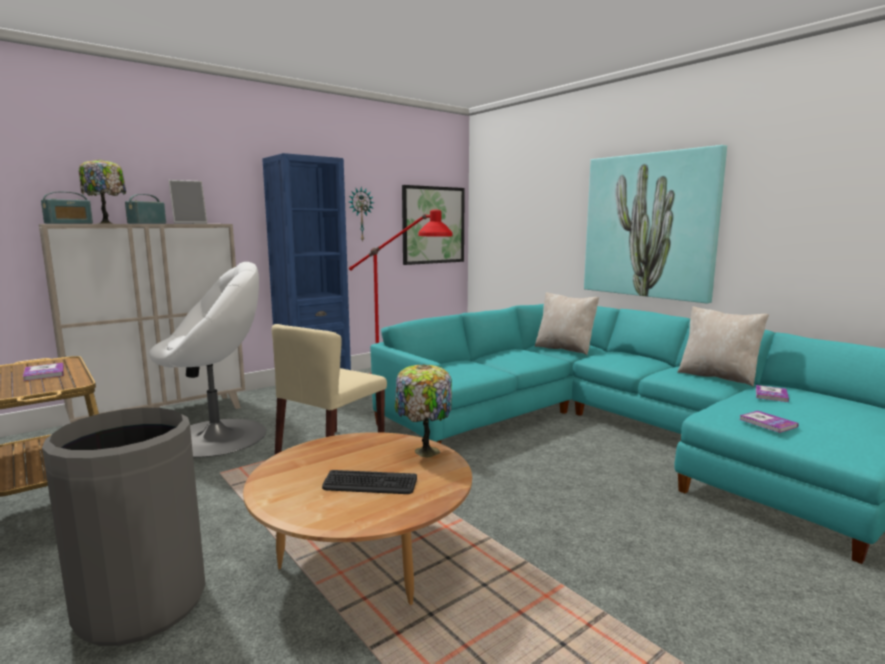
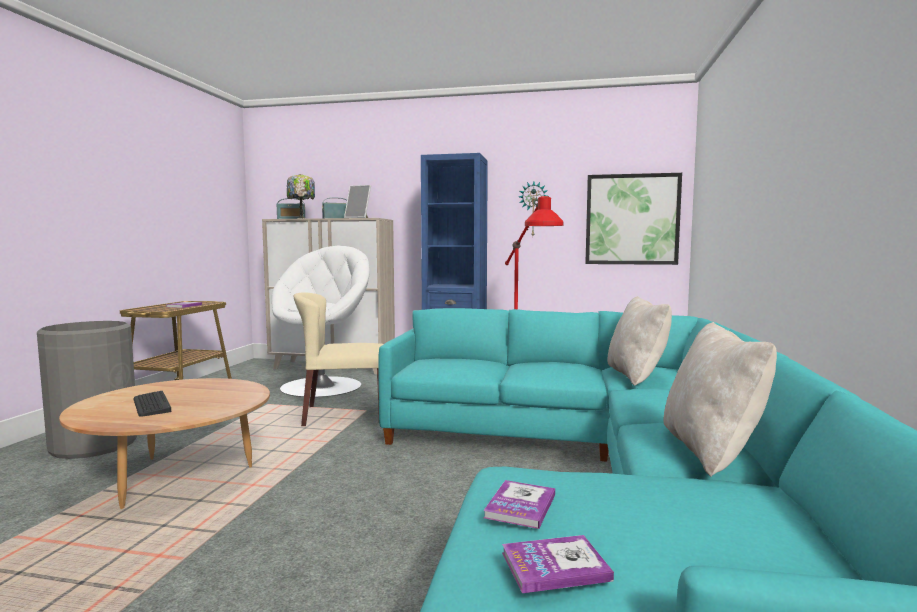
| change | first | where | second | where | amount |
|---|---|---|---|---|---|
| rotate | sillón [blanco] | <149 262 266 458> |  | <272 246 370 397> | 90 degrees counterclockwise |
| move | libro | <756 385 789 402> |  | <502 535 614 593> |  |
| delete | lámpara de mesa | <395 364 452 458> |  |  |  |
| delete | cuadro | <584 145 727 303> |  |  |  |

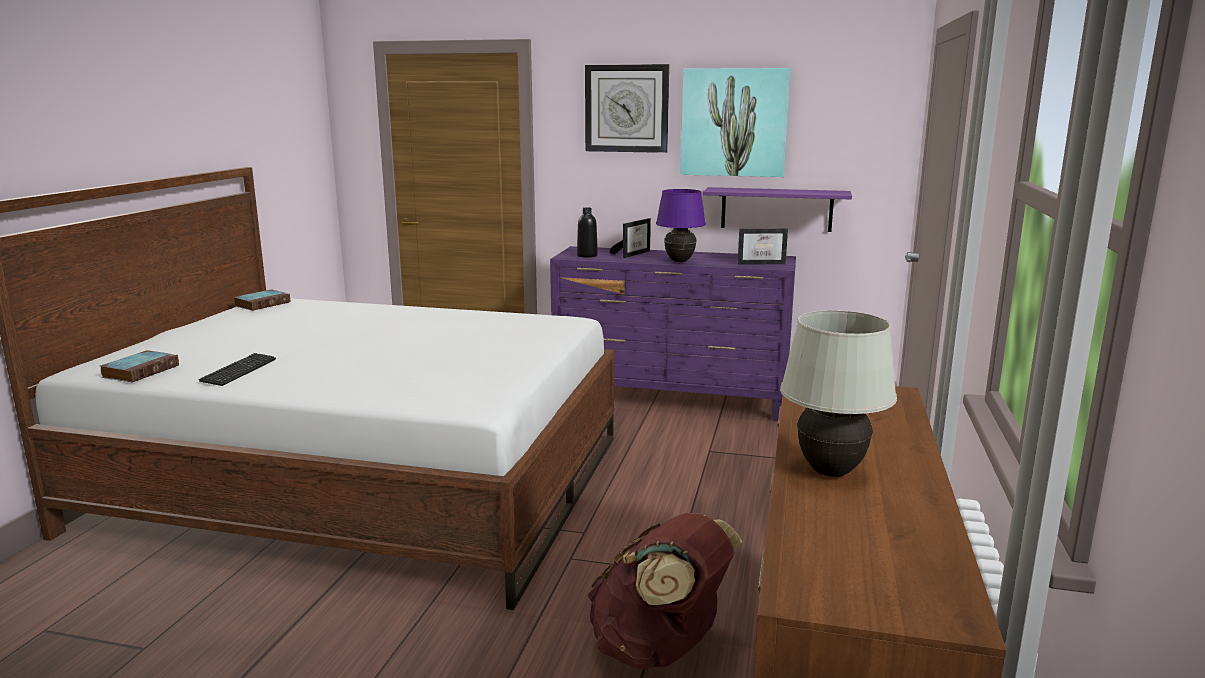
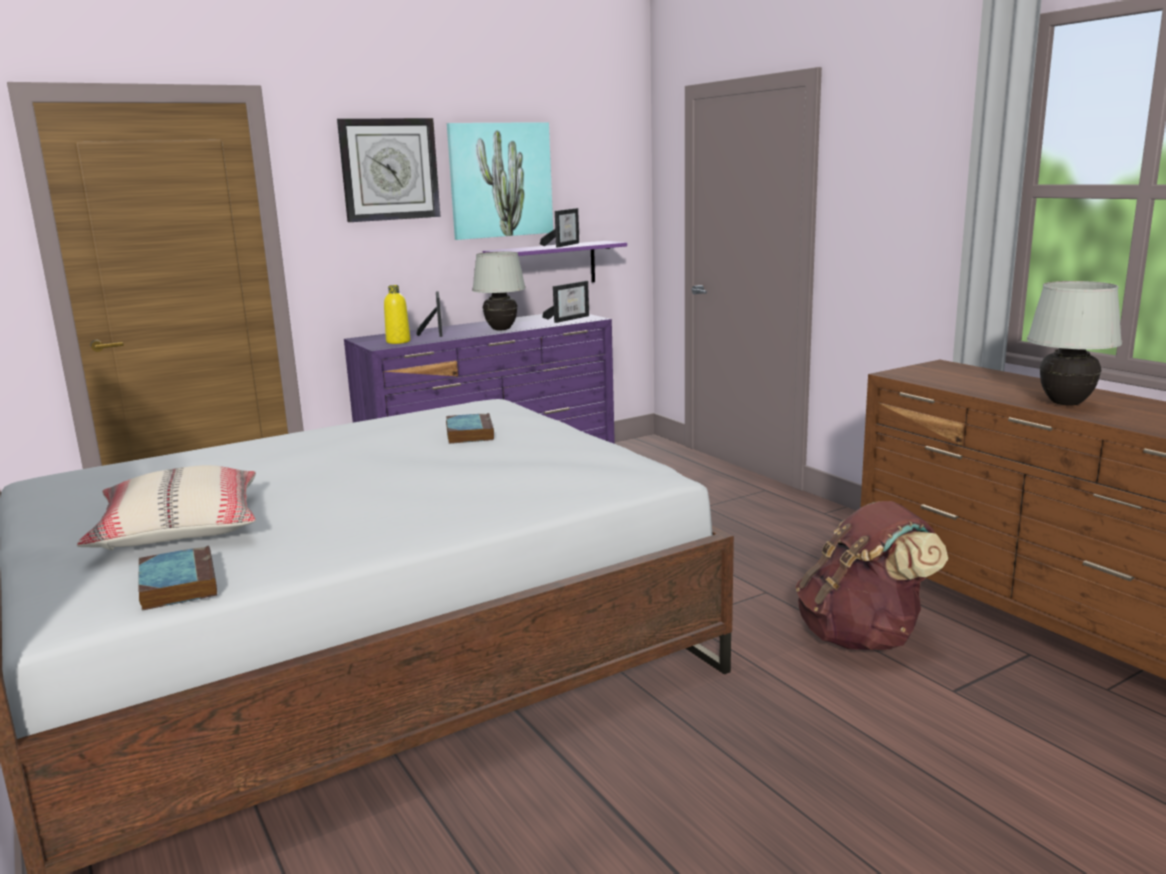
| change | first | where | second | where | amount |
|---|---|---|---|---|---|
| insert |  |  | cojín [beis] | <77 465 256 551> |  |
| recolor | botella [negro] | <577 207 598 258> | botella [amarillo] | <384 285 410 344> |  |
| move | libro | <233 289 290 311> |  | <446 413 494 444> |  |
| recolor | lámpara de mesa [morado] | <656 189 706 262> | lámpara de mesa [blanco] | <472 252 526 330> |  |
| insert |  |  | portarretratos | <540 208 579 247> |  |
| delete | teclado | <199 353 276 386> |  |  |  |

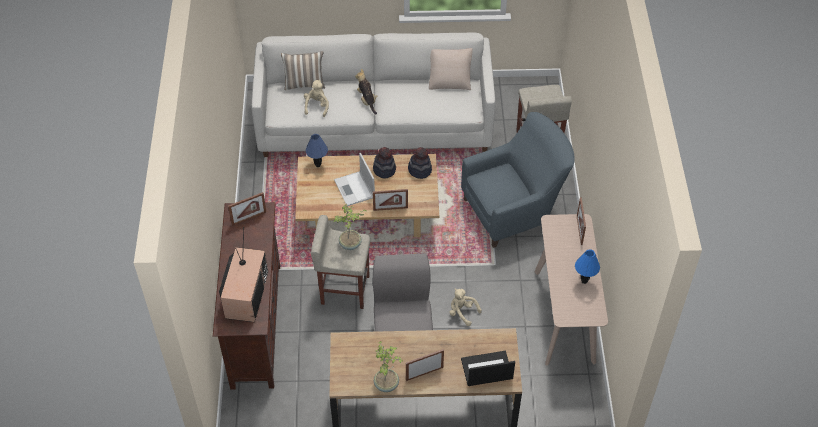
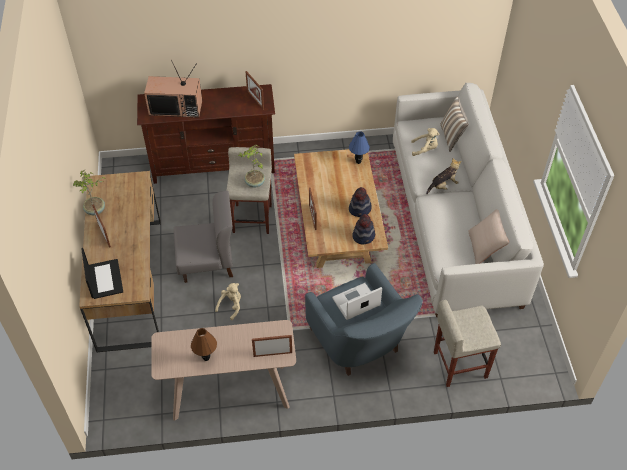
| change | first | where | second | where | amount |
|---|---|---|---|---|---|
| recolor | lámpara de mesa [azul] | <575 249 600 284> | lámpara de mesa [marrón] | <191 328 217 361> |  |
| move | portátil | <334 153 375 206> |  | <332 283 382 320> |  |

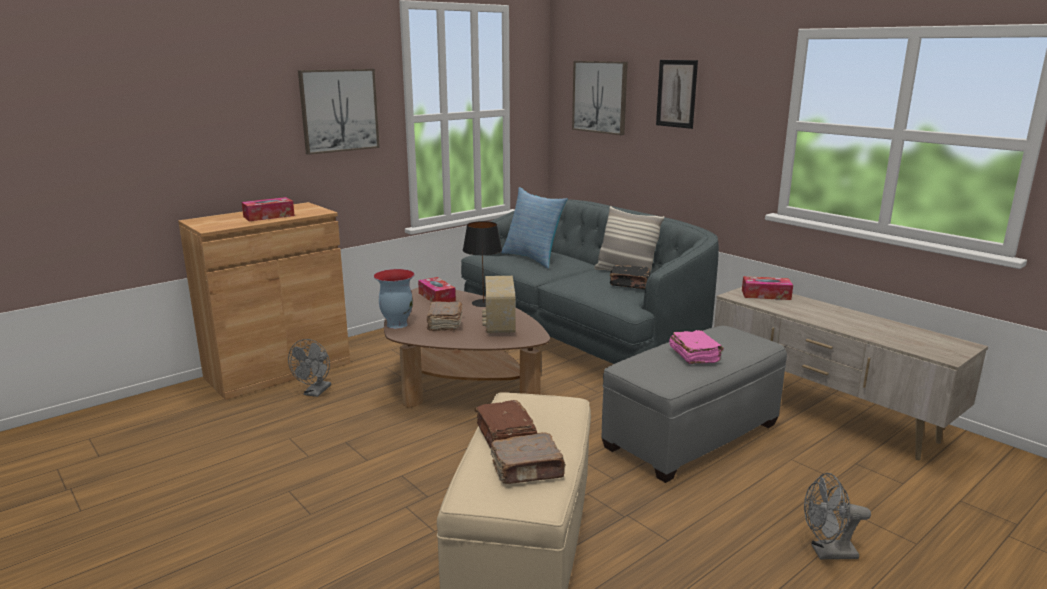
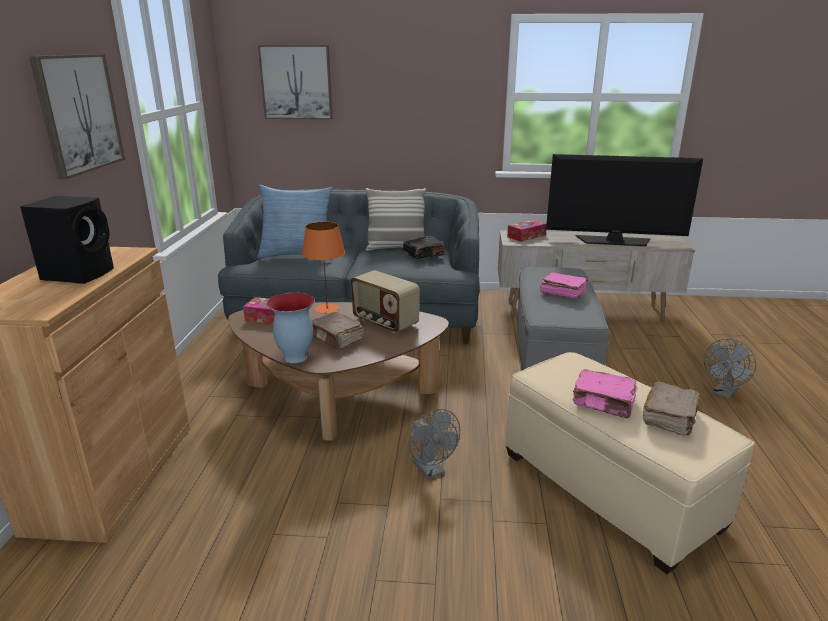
| change | first | where | second | where | amount |
|---|---|---|---|---|---|
| replace | caja de pañuelos | <242 197 295 221> | altavoz [negro] | <20 196 114 284> |  |
| recolor | lámpara de mesa [negro] | <463 221 502 307> | lámpara de mesa [naranja] | <302 221 345 314> |  |
| move | ventilador [gris] | <288 339 331 397> |  | <409 409 460 479> |  |
| insert |  |  | televisor | <546 154 703 246> |  |
| recolor | libro [marrón] | <475 400 537 448> | libro [rosa] | <572 369 637 418> |  |
| delete | cuadro | <656 60 698 129> |  |  |  |

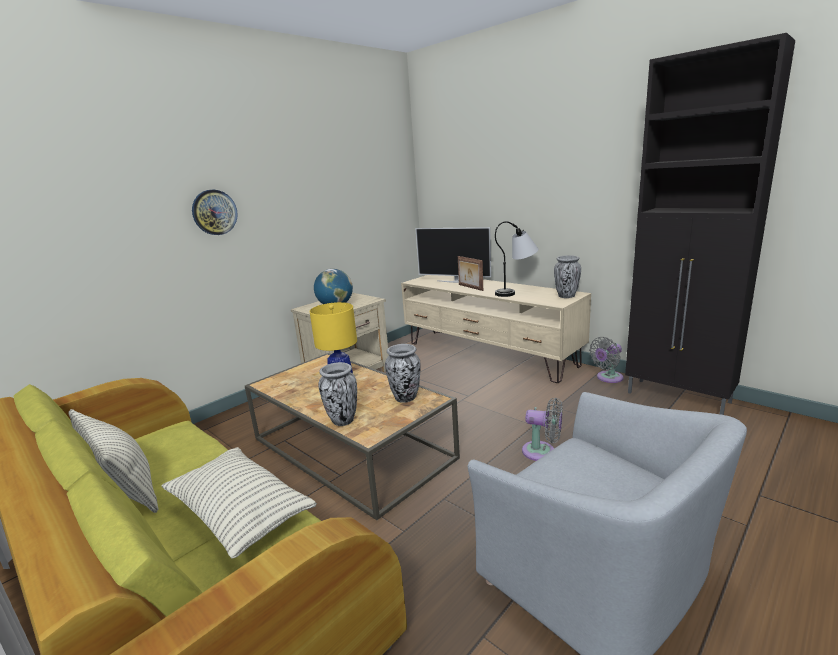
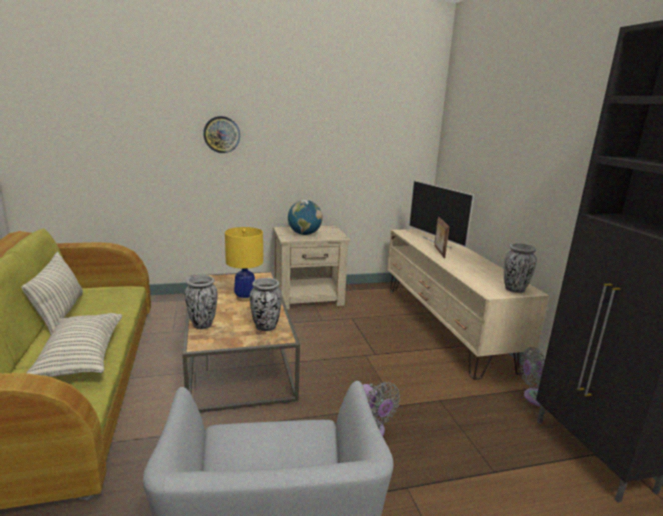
| change | first | where | second | where | amount |
|---|---|---|---|---|---|
| delete | lámpara de mesa | <495 221 539 297> |  |  |  |

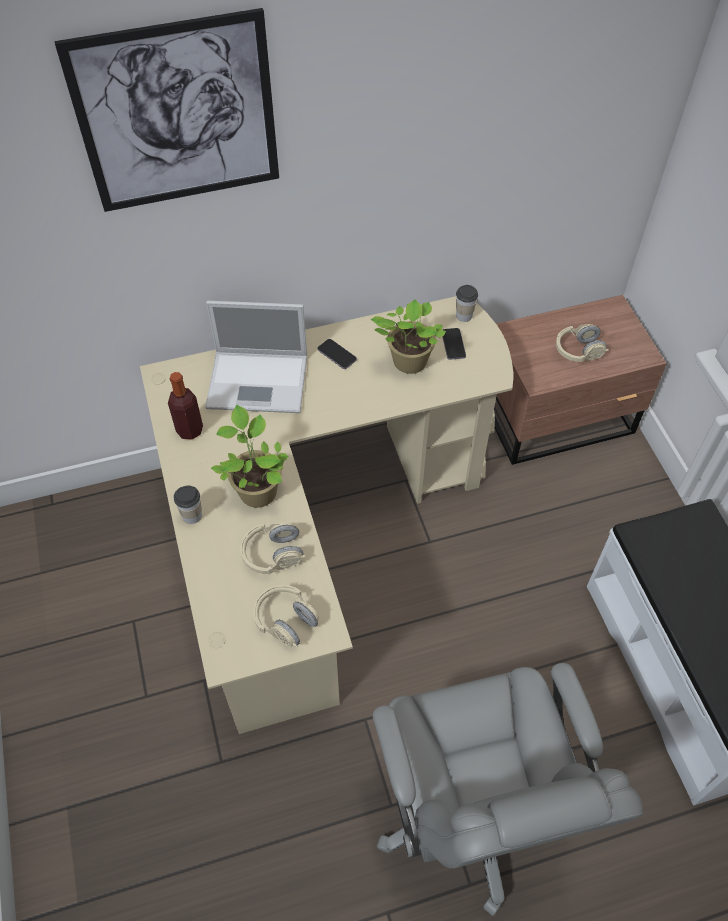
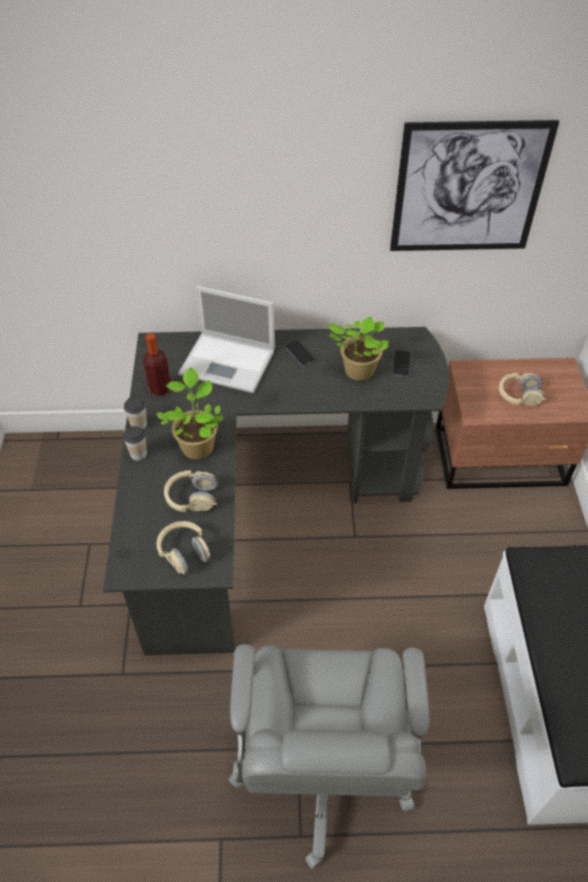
| change | first | where | second | where | amount |
|---|---|---|---|---|---|
| recolor | escritorio [beis] | <140 296 513 734> | escritorio [negro] | <103 327 449 655> |  |
| move | taza | <456 285 478 322> |  | <124 397 147 430> |  |
| move | cuadro | <55 8 279 212> |  | <390 120 559 251> |  |

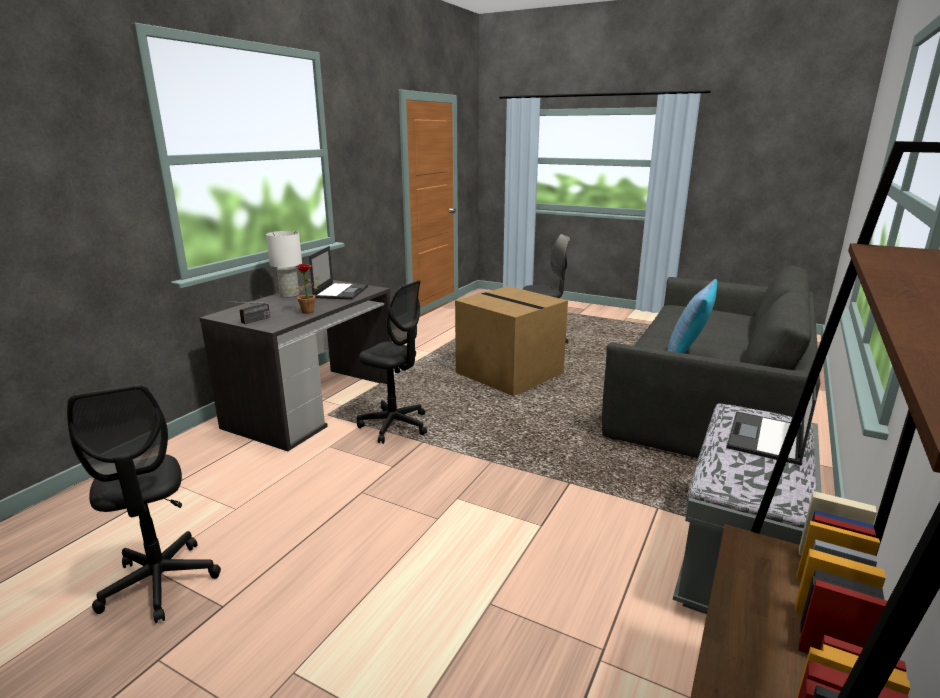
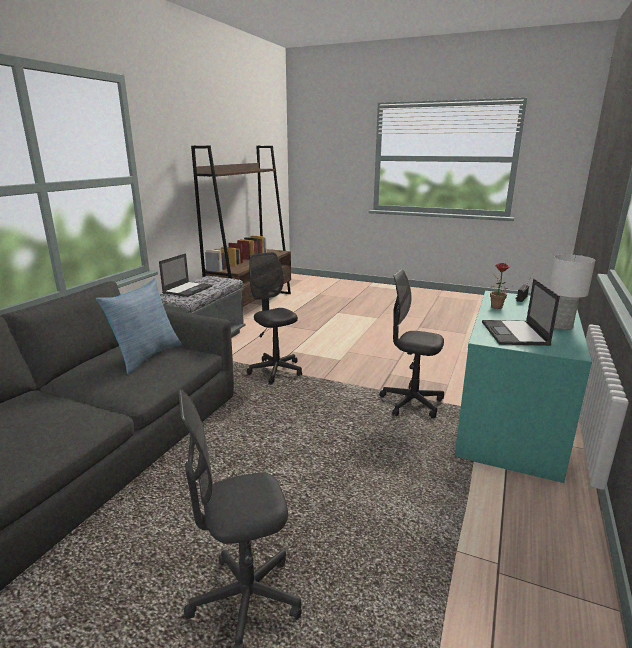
| change | first | where | second | where | amount |
|---|---|---|---|---|---|
| move | silla de oficina [negro] | <67 385 221 623> |  | <247 252 302 384> |  |
| recolor | escritorio [gris] | <199 280 394 451> | escritorio [turquesa] | <455 291 592 483> |  |
| delete | caja de cartón | <455 286 568 396> |  |  |  |

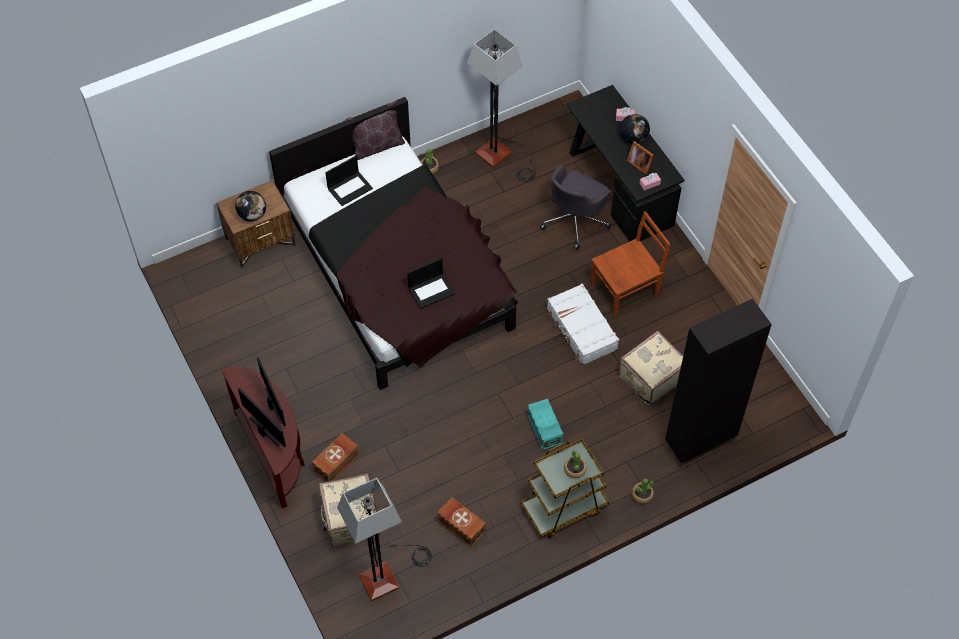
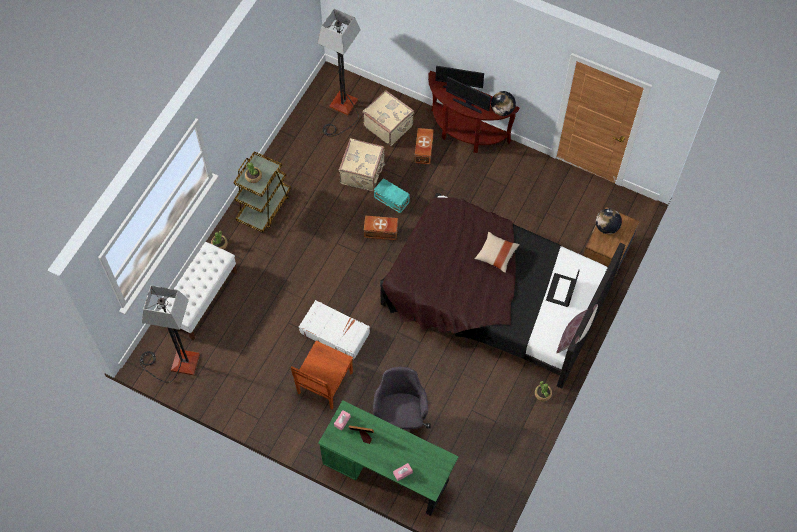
| change | first | where | second | where | amount |
|---|---|---|---|---|---|
| move | lámpara de pie | <467 29 536 182> |  | <140 285 200 383> |  |
| replace | armario [negro] | <665 299 772 468> | banco [blanco] | <160 242 237 341> |  |
| recolor | escritorio [negro] | <566 85 685 242> | escritorio [verde] | <318 400 459 516> |  |
| move | maleta [beis] | <618 331 683 406> |  | <339 138 386 191> |  |
| move | caja de almacenaje [marrón] | <437 497 486 547> |  | <364 216 398 240> |  |
| move | caja de almacenaje [turquesa] | <527 399 563 450> |  | <374 178 410 214> |  |
| insert |  |  | cojín [beis] | <474 232 520 273> |  |
| move | globo terráqueo | <620 114 650 144> |  | <491 91 516 116> |  |
| delete | portátil | <407 258 455 309> |  |  |  |

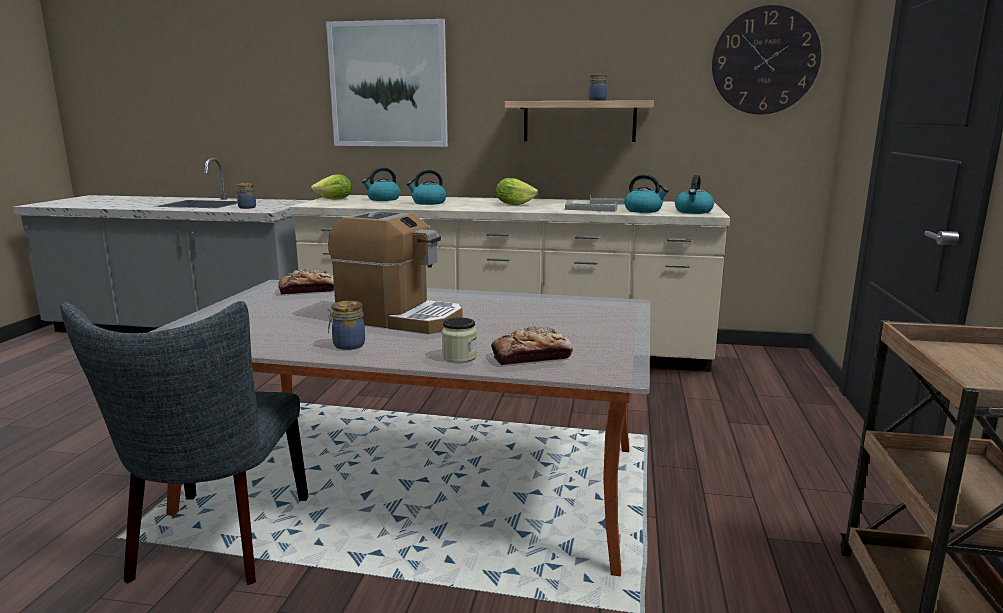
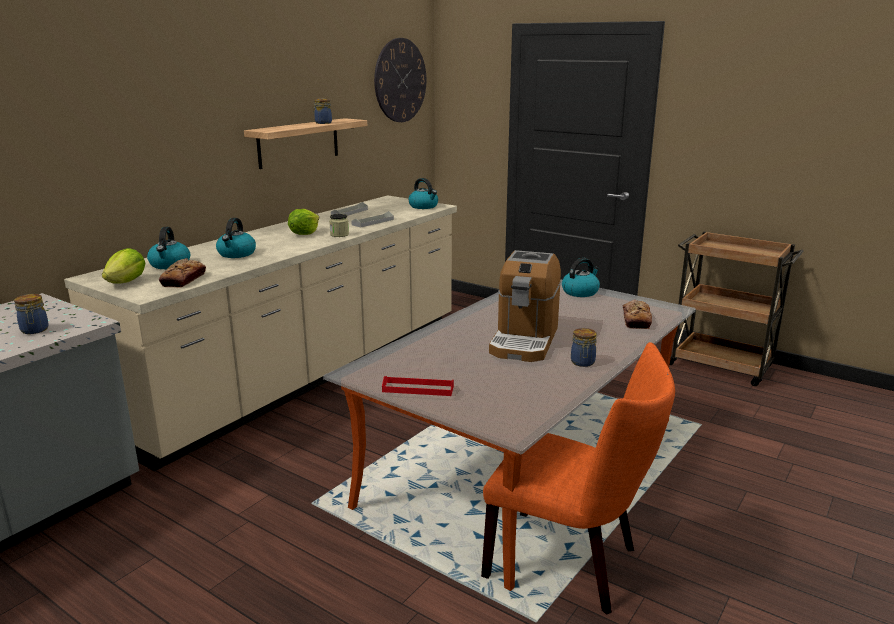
| change | first | where | second | where | amount |
|---|---|---|---|---|---|
| move | pan | <278 268 334 295> |  | <159 258 206 288> |  |
| move | tarro | <442 317 477 363> |  | <329 214 349 237> |  |
| insert |  |  | bandeja [rojo] | <382 376 454 396> |  |
| recolor | silla [gris] | <60 301 308 585> | silla [naranja] | <481 342 675 615> |  |
| rotate | cafetera | <328 211 463 334> |  | <489 250 561 362> | 150 degrees clockwise |
| move | hervidor | <624 174 669 213> |  | <562 258 600 297> |  |
| delete | cuadro | <326 19 448 147> |  |  |  |

